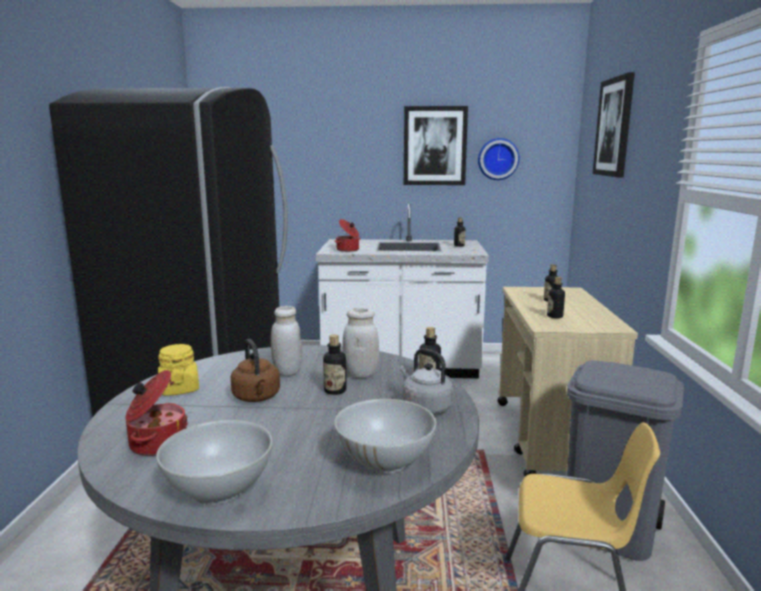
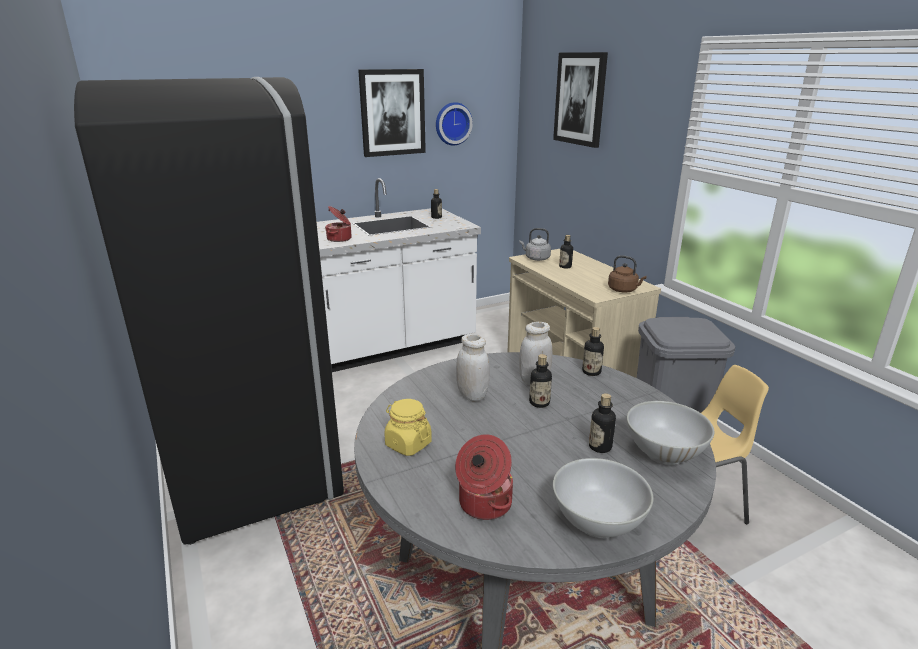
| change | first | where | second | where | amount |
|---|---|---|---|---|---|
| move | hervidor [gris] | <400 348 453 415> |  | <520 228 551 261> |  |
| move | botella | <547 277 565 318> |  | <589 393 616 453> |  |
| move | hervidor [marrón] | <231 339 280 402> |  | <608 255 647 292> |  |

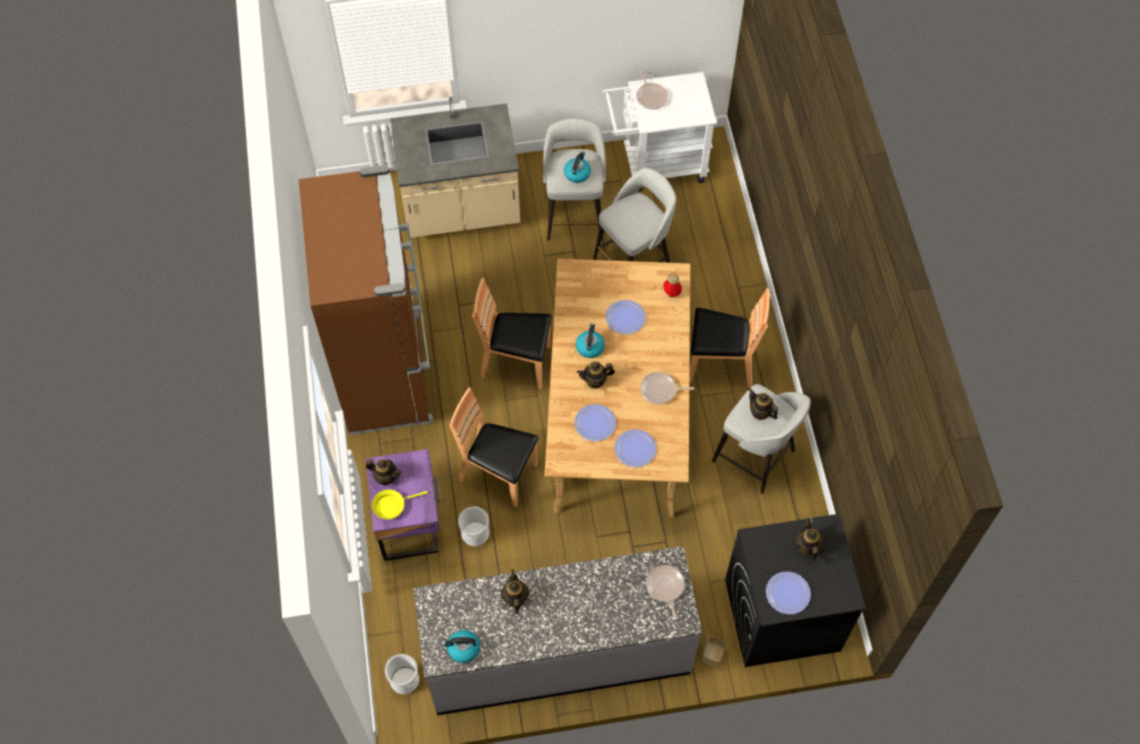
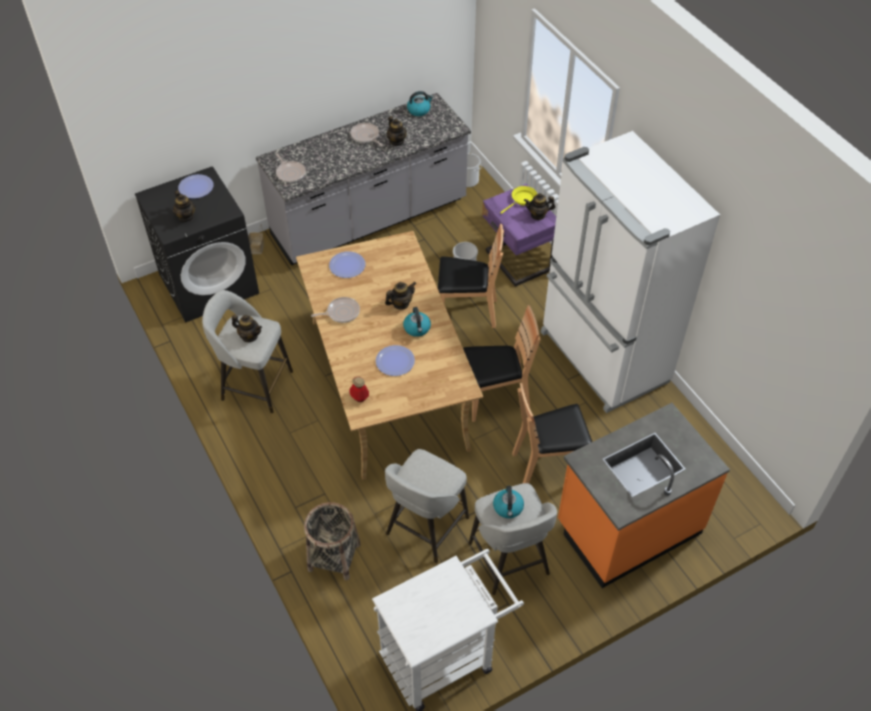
| change | first | where | second | where | amount |
|---|---|---|---|---|---|
| insert |  |  | cesta | <304 502 361 580> |  |
| move | sartén | <636 71 668 109> |  | <350 123 383 146> |  |
| move | silla [marrón] | <689 288 770 387> |  | <512 383 592 483> |  |
| recolor | nevera [marrón] | <299 165 433 435> | nevera [blanco] | <541 131 720 413> |  |
| recolor | mueble bajo de cocina [beis] | <390 97 520 238> | mueble bajo de cocina [naranja] | <558 403 730 588> |  |
| delete | plato | <575 404 616 441> |  |  |  |

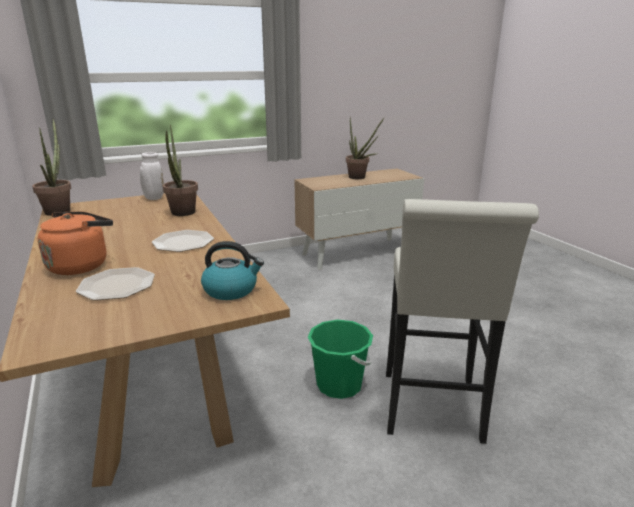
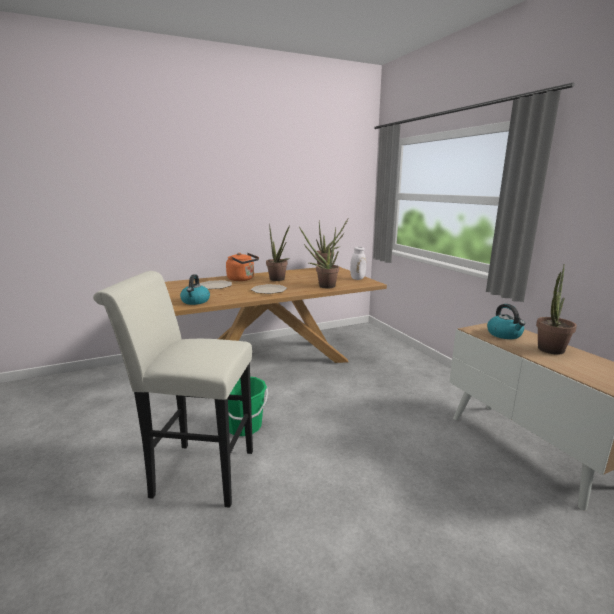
| change | first | where | second | where | amount |
|---|---|---|---|---|---|
| insert |  |  | planta en maceta | <266 224 290 281> |  |
| insert |  |  | hervidor | <487 304 525 339> |  |

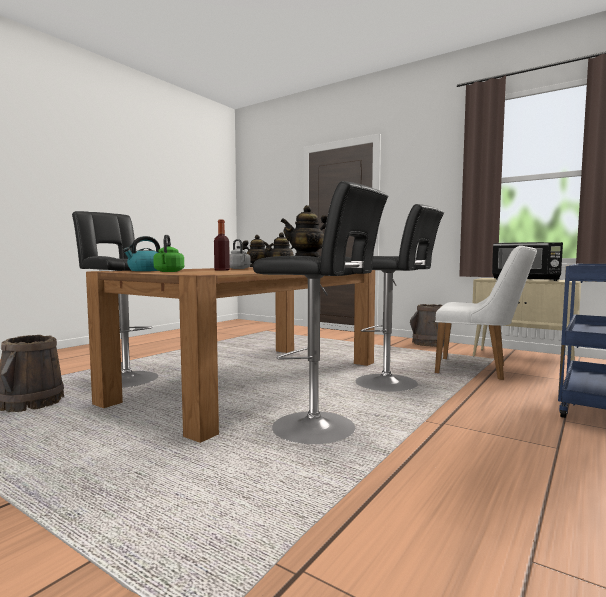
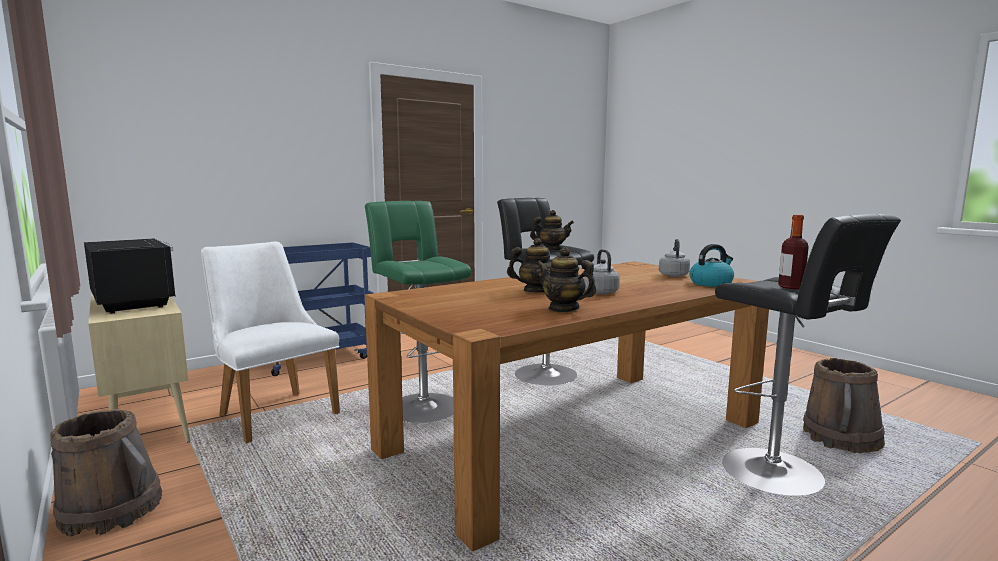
| change | first | where | second | where | amount |
|---|---|---|---|---|---|
| recolor | taburete [negro] | <356 204 444 392> | taburete [verde] | <365 201 471 423> |  |
| recolor | hervidor [verde] | <153 235 184 272> | hervidor [gris] | <659 239 690 277> |  |
| move | botella | <214 220 230 271> |  | <778 215 809 289> |  |

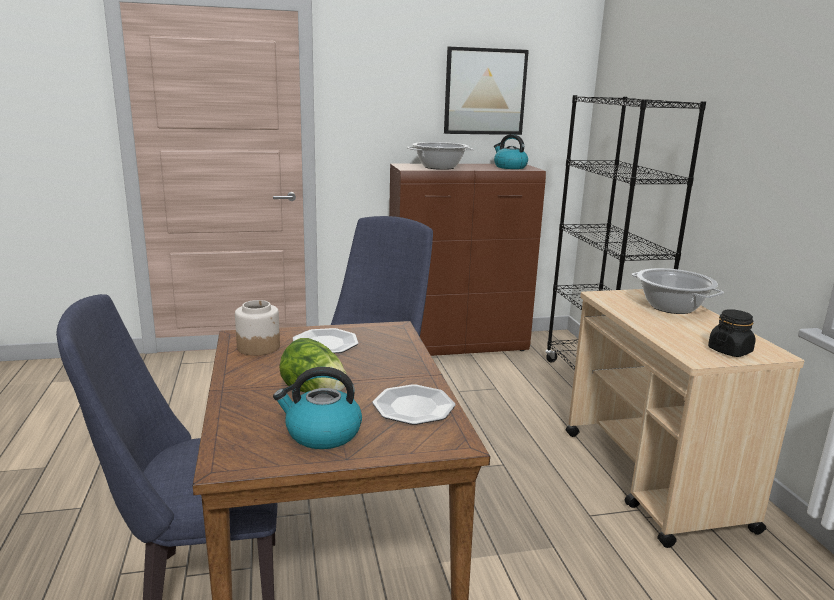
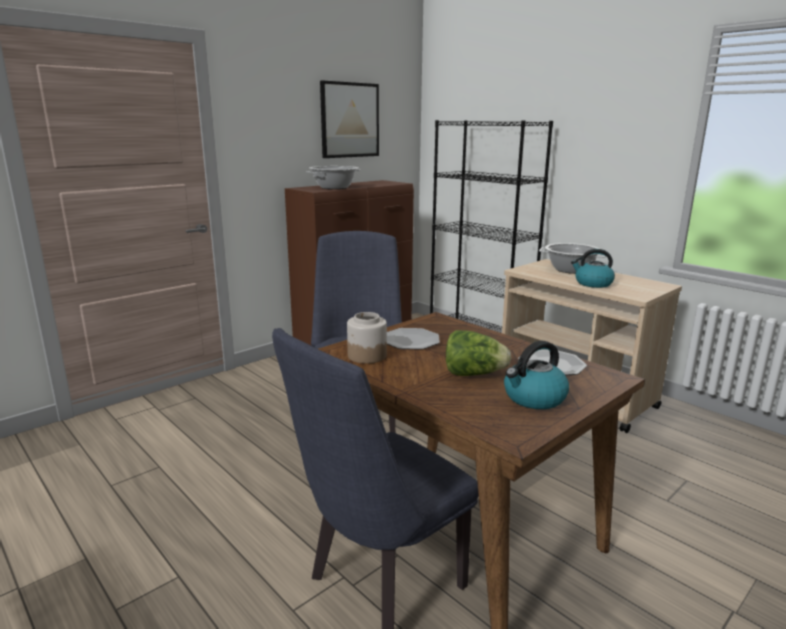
| change | first | where | second | where | amount |
|---|---|---|---|---|---|
| move | hervidor | <494 134 528 169> |  | <571 249 615 288> |  |
| delete | tarro [negro] | <708 309 756 357> |  |  |  |

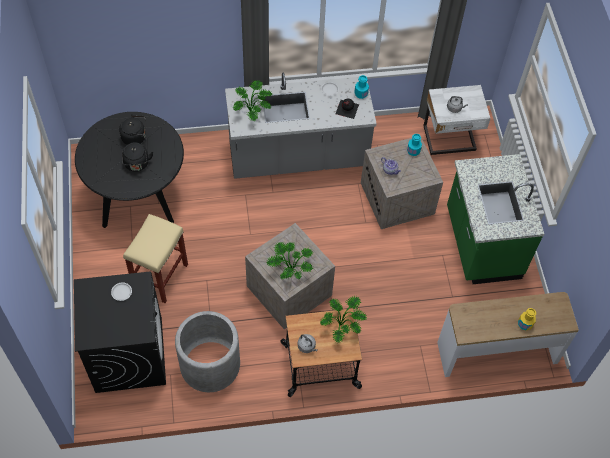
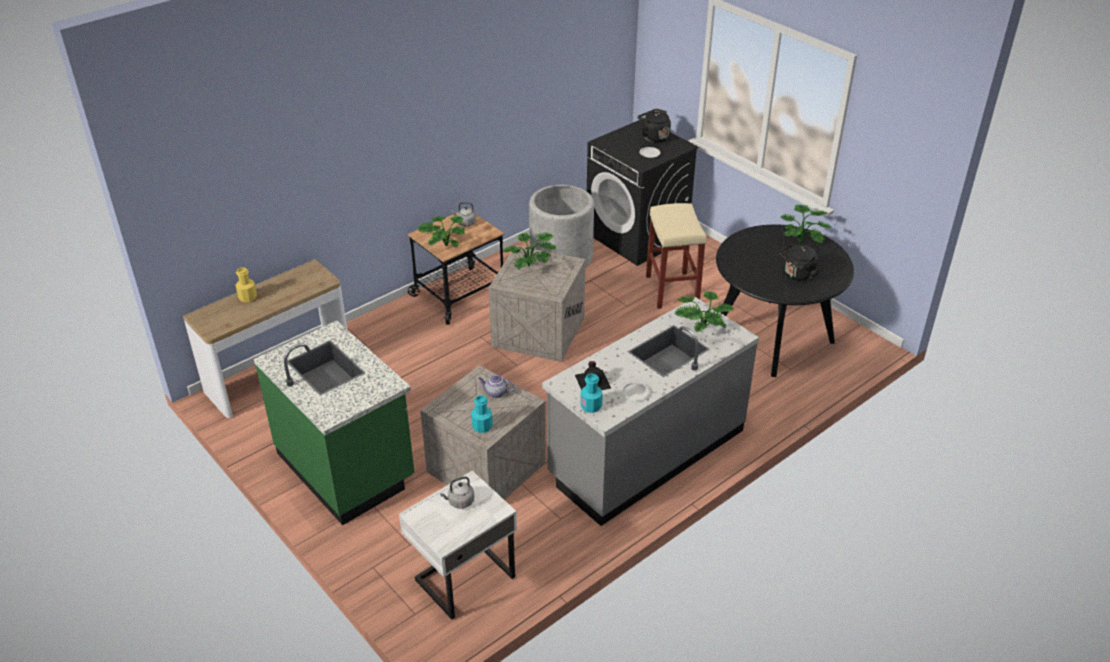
| change | first | where | second | where | amount |
|---|---|---|---|---|---|
| move | hervidor [negro] | <122 142 153 172> |  | <637 109 671 143> |  |
| insert |  |  | planta en maceta | <780 204 832 244> |  |

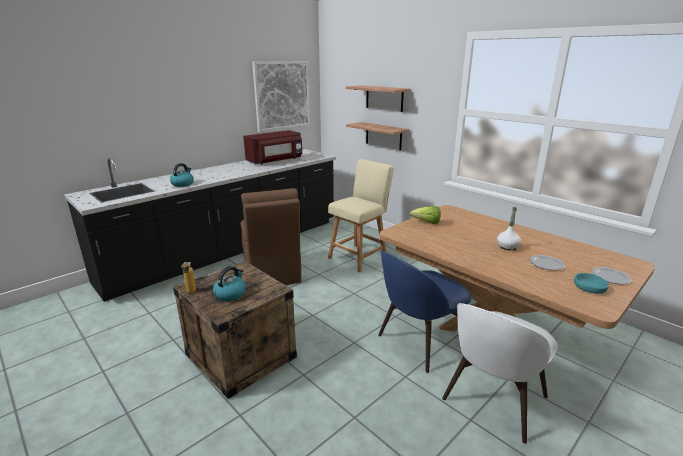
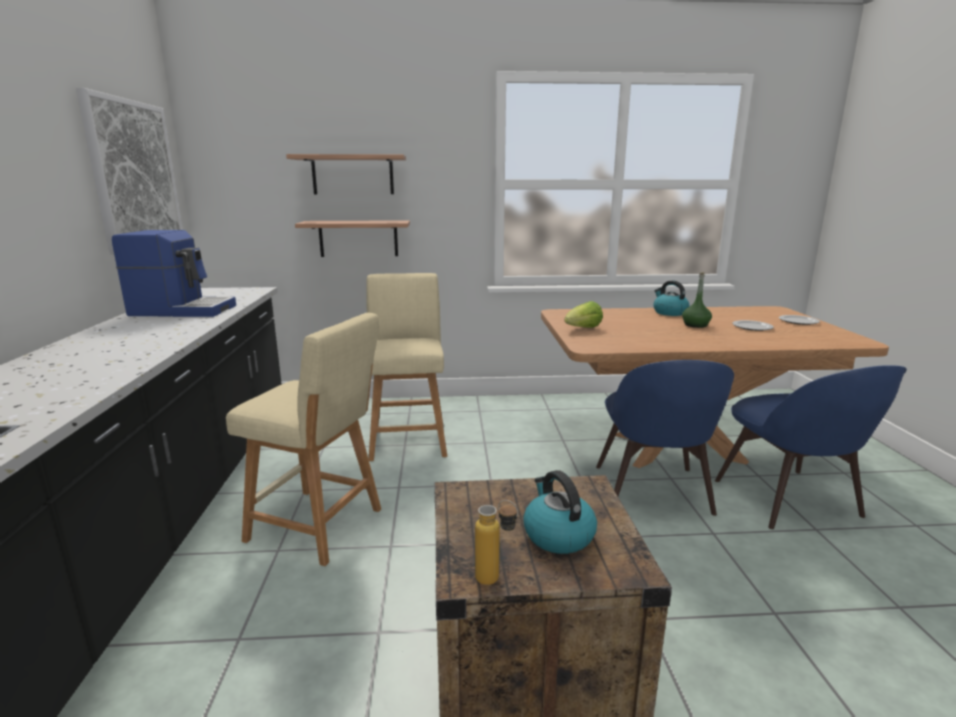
| change | first | where | second | where | amount |
|---|---|---|---|---|---|
| replace | microondas [rojo] | <243 130 302 165> | cafetera | <112 230 236 317> |  |
| replace | silla [marrón] | <240 188 301 285> | taburete [beis] | <226 313 381 566> |  |
| move | hervidor | <170 163 194 187> |  | <653 280 689 316> |  |
| recolor | botella [blanco] | <497 207 521 250> | botella [verde] | <682 272 712 328> |  |
| recolor | silla [blanco] | <442 303 558 444> | silla [azul] | <715 365 907 529> |  |
| delete | cuenco [turquesa] | <574 273 609 294> |  |  |  |

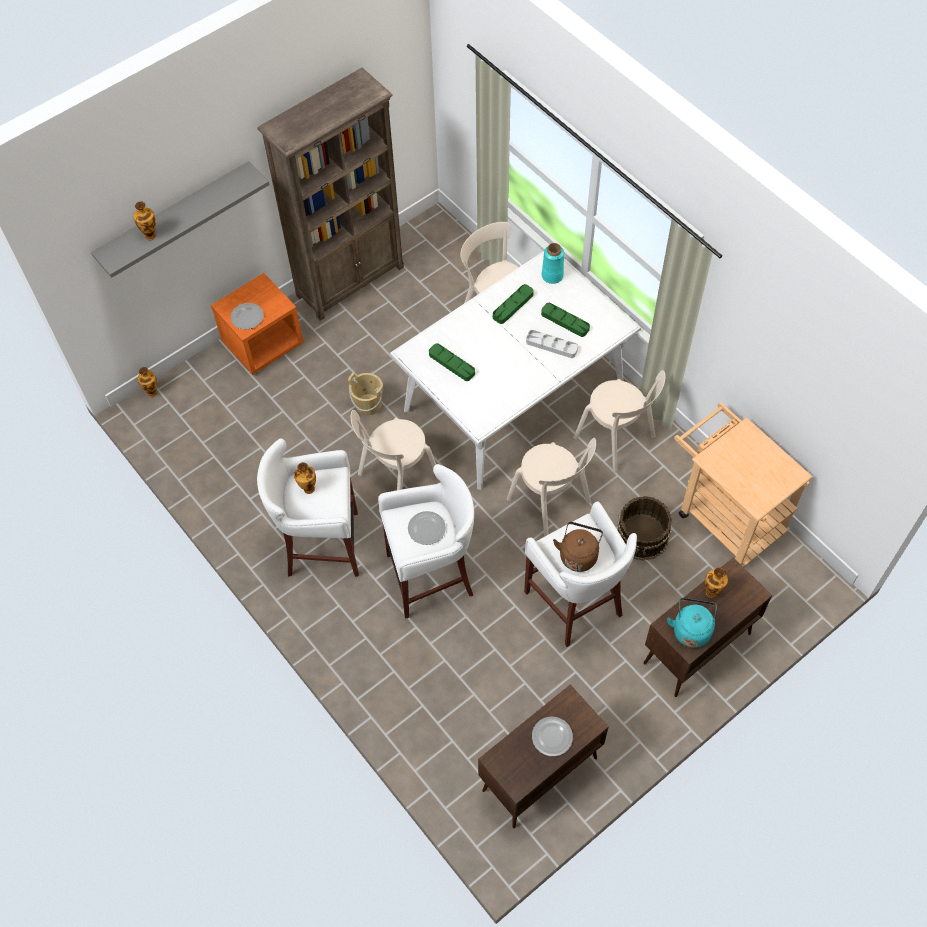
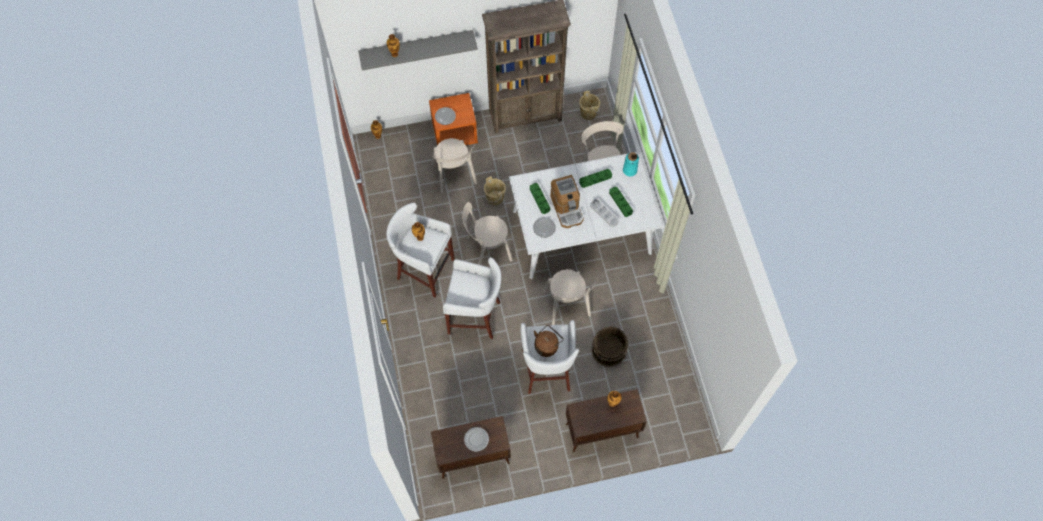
| change | first | where | second | where | amount |
|---|---|---|---|---|---|
| move | silla [beis] | <574 370 665 473> |  | <432 138 477 194> |  |
| move | plato | <408 511 446 545> |  | <533 217 556 238> |  |
| insert |  |  | cafetera | <550 175 584 228> |  |
| insert |  |  | cubo [beis] | <579 91 600 120> |  |
| delete | hervidor [turquesa] | <667 598 717 648> |  |  |  |
| delete | carrito [beis] | <674 402 813 565> |  |  |  |

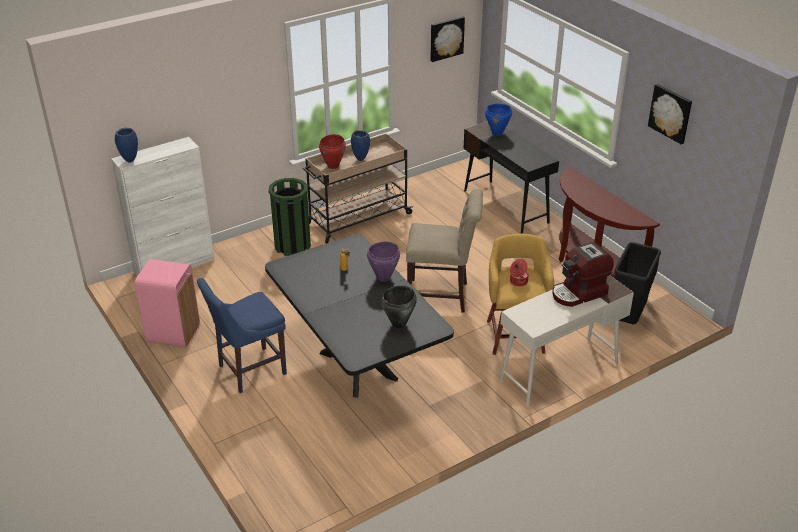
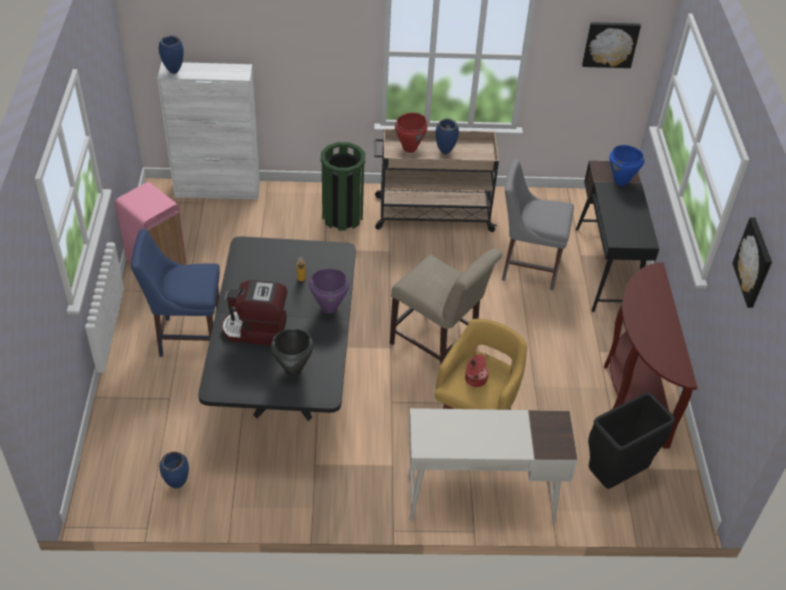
| change | first | where | second | where | amount |
|---|---|---|---|---|---|
| insert |  |  | florero [azul] | <159 452 189 489> |  |
| move | cafetera | <552 242 614 307> |  | <222 280 287 346> |  |
| insert |  |  | silla [gris] | <502 160 574 290> |  |

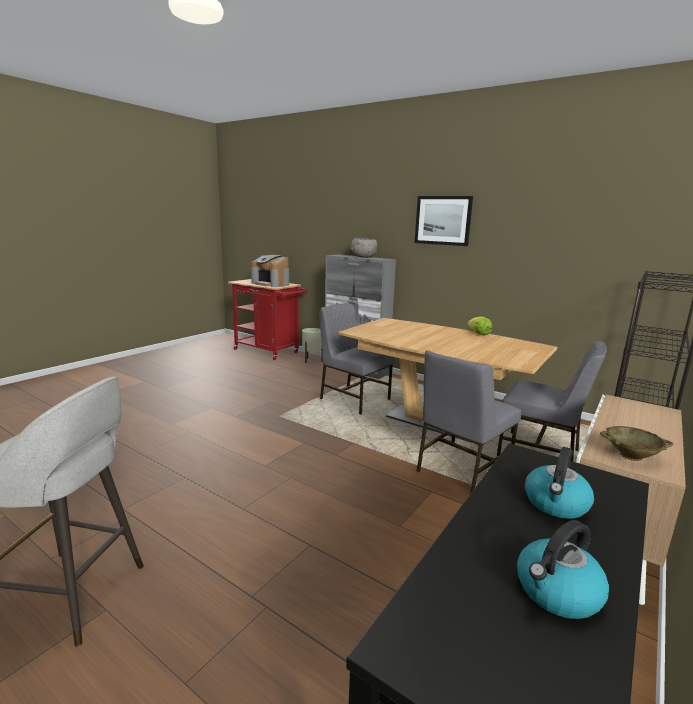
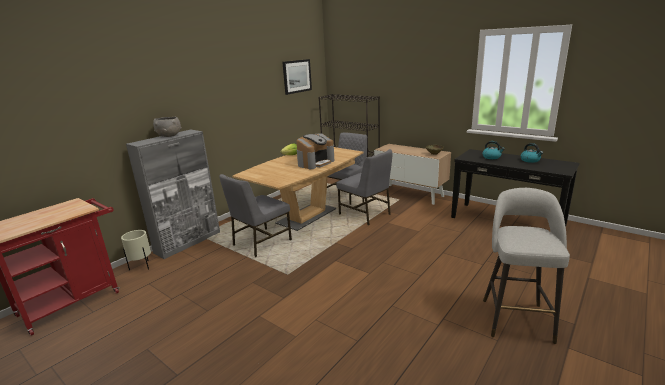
| change | first | where | second | where | amount |
|---|---|---|---|---|---|
| move | cuadro | <415 196 473 246> |  | <282 59 312 95> |  |
| move | cafetera | <251 255 289 287> |  | <297 134 334 169> |  |

